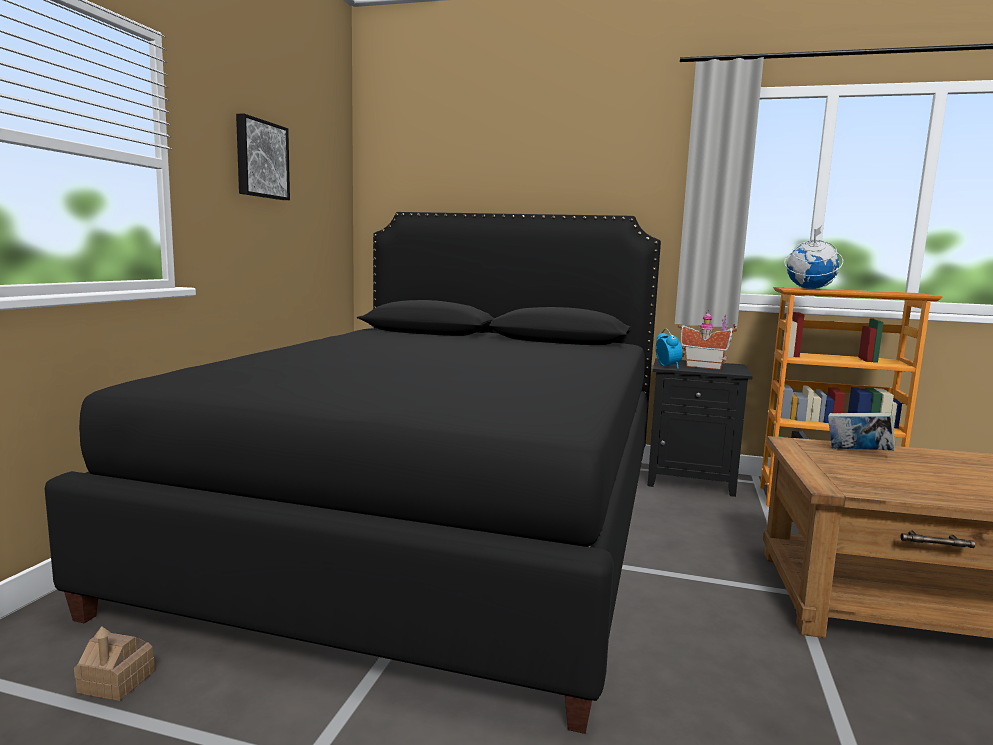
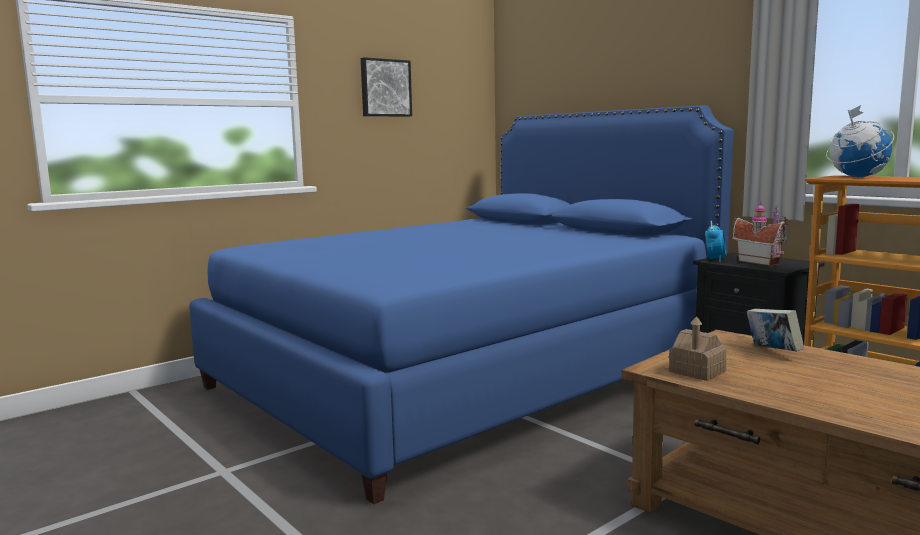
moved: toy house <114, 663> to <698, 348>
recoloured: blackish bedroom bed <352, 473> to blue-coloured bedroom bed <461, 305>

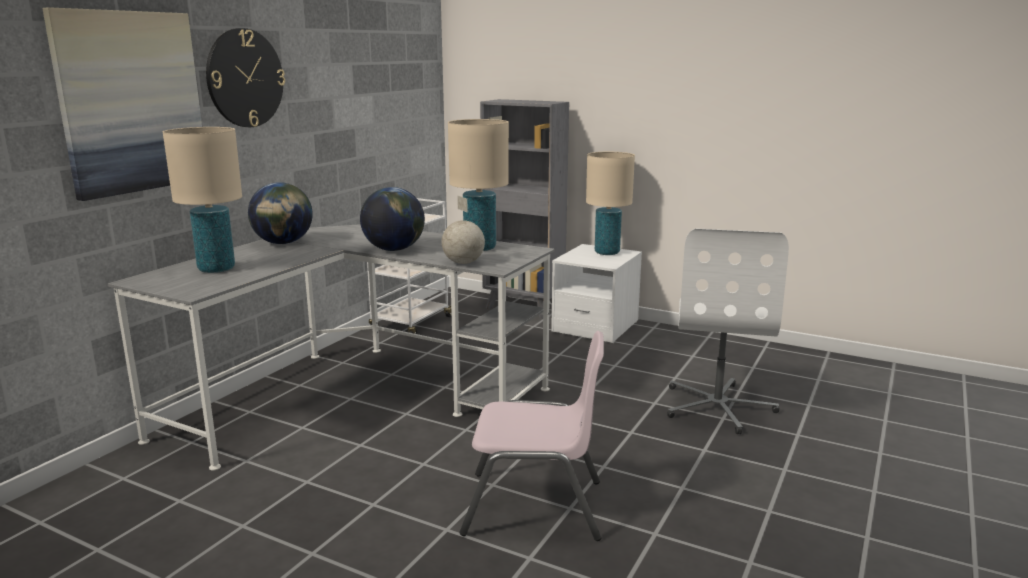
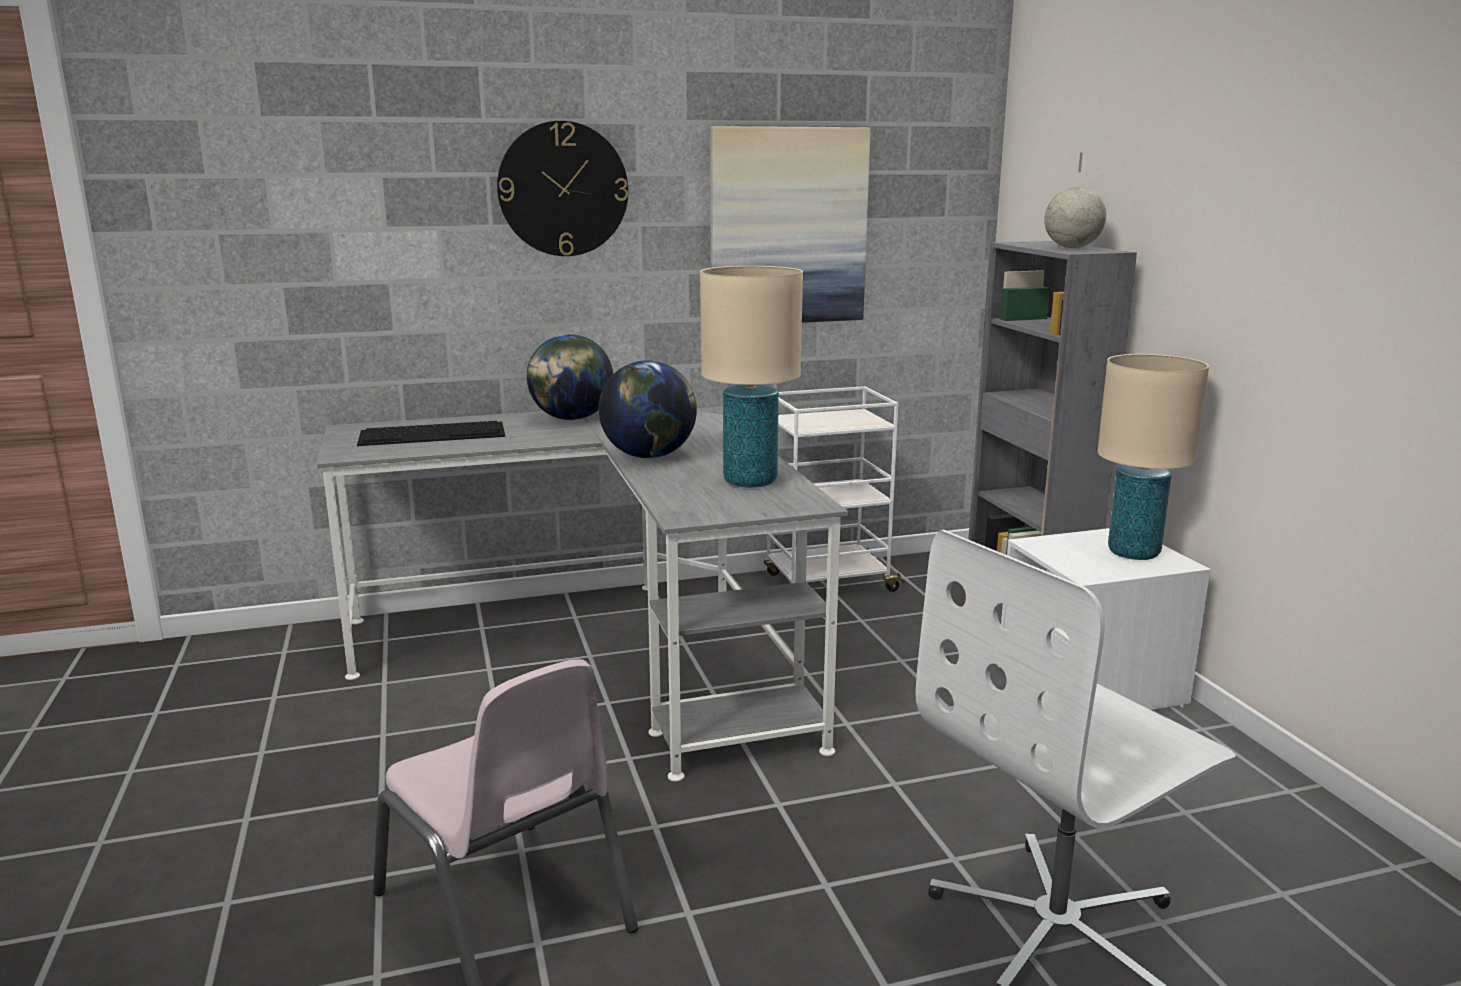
moved: wall picture <122, 104> to <790, 224>; desk globe <463, 229> to <1075, 200>
replaced: beige tabletop lamp <202, 200> to PC keyboard <431, 433>

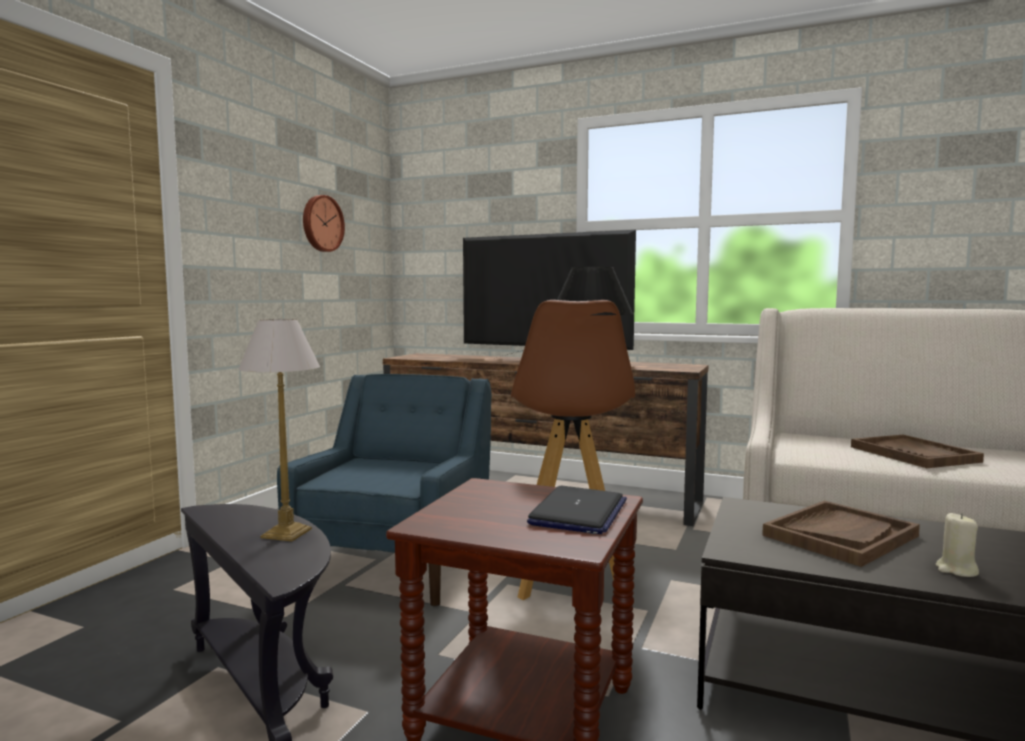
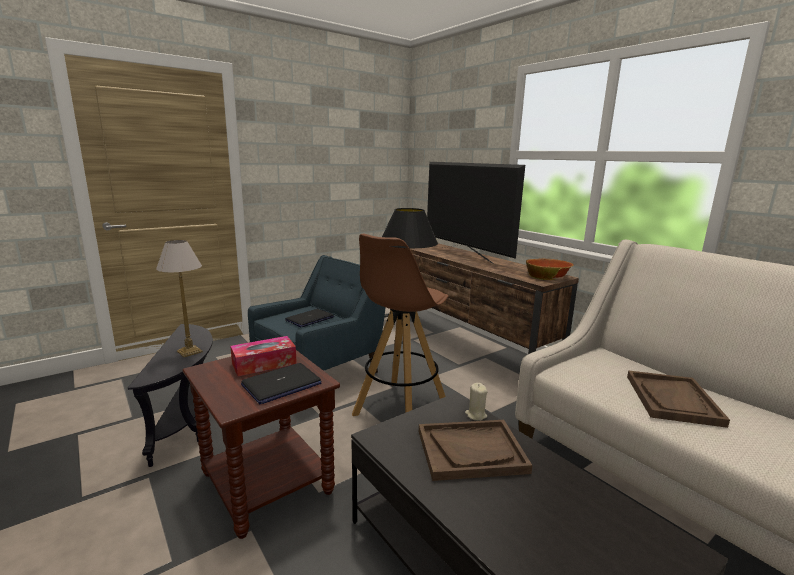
removed: hanging clock <324, 223>
added: box of tissues <263, 356>; portable computer <310, 318>; bowl <550, 269>
moved: beige wax candle <957, 545> to <476, 402>

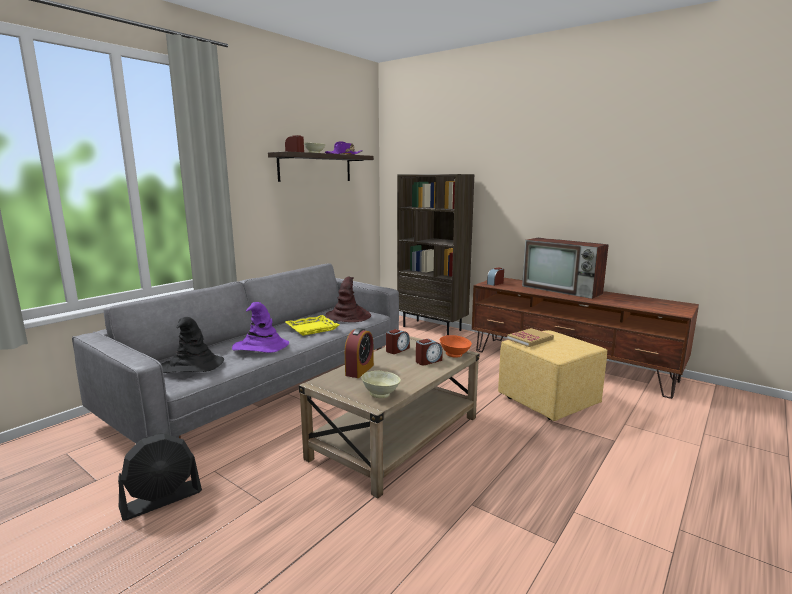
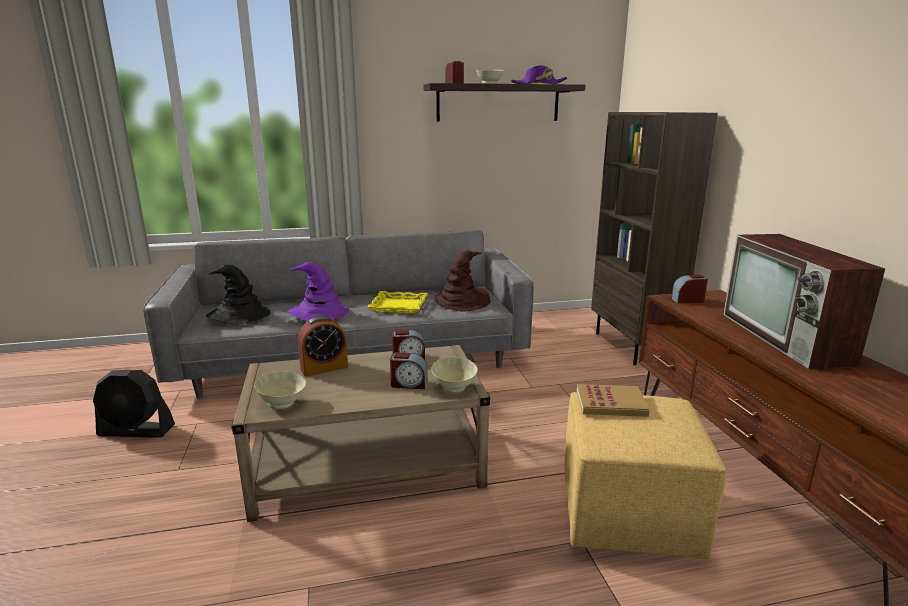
recoloured: orangey bowl <456, 346> to beige bowl <454, 375>

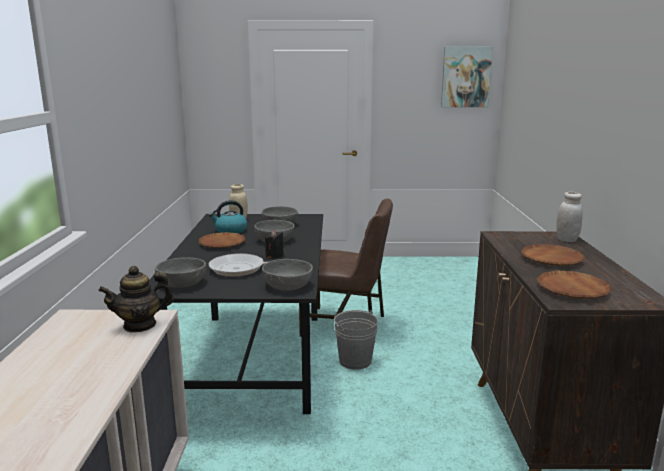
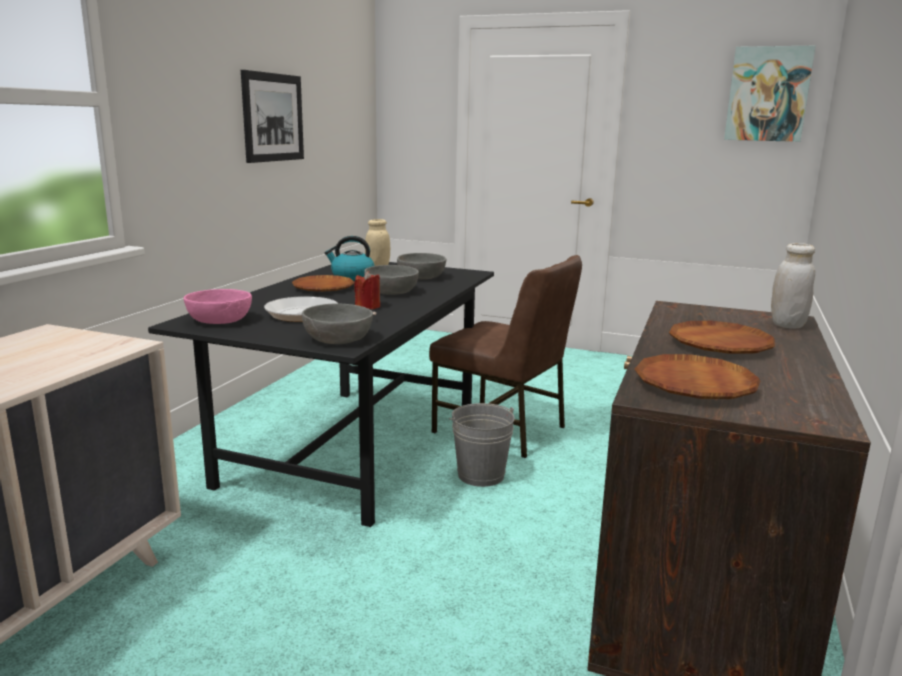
removed: tea pot <136, 299>
added: wall picture <272, 116>
recoloured: gray bowl <180, 272> to pinkish bowl <218, 306>; blackish wax candle <274, 244> to red-coloured wax candle <367, 290>

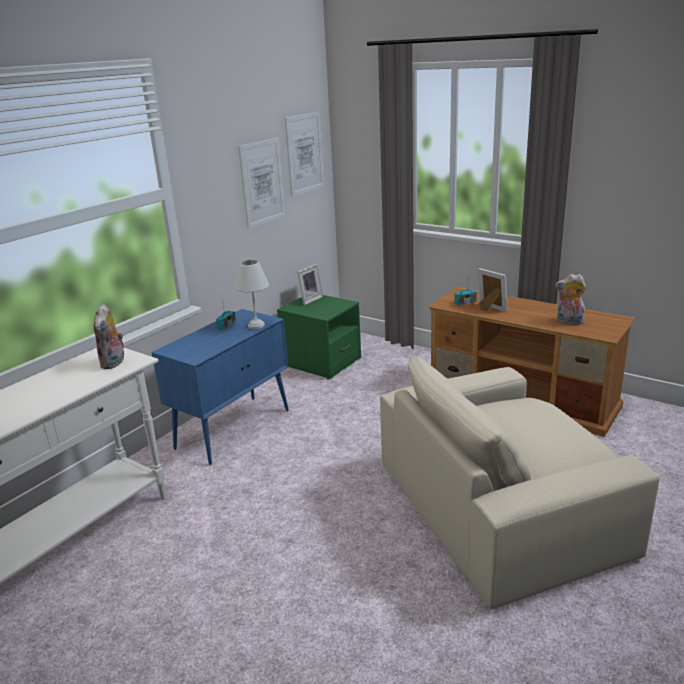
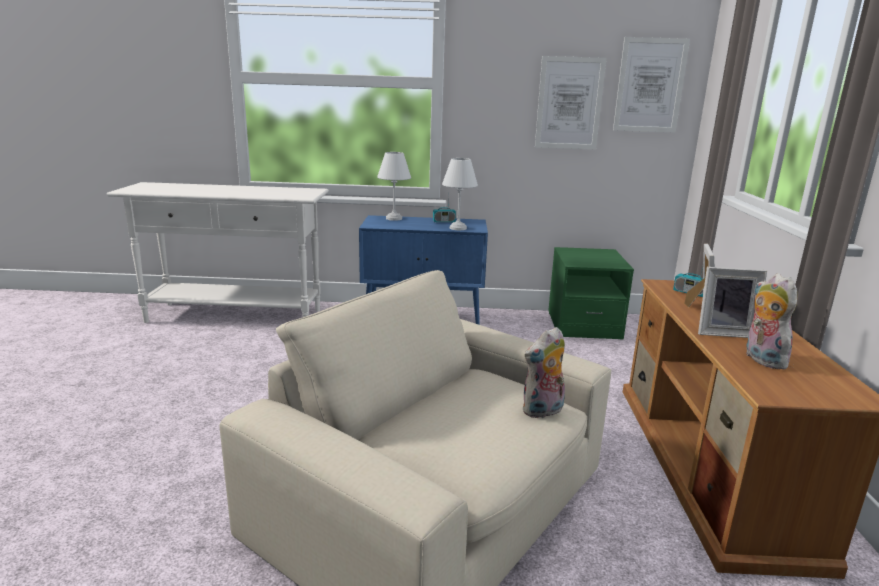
added: white tabletop lamp <394, 186>
moved: cuddly toy <109, 336> to <544, 372>; photo frame <310, 284> to <732, 302>

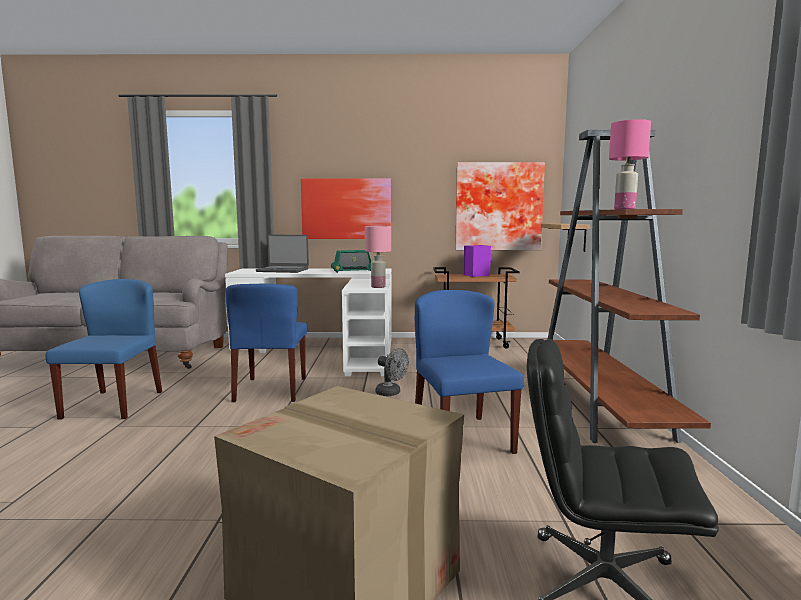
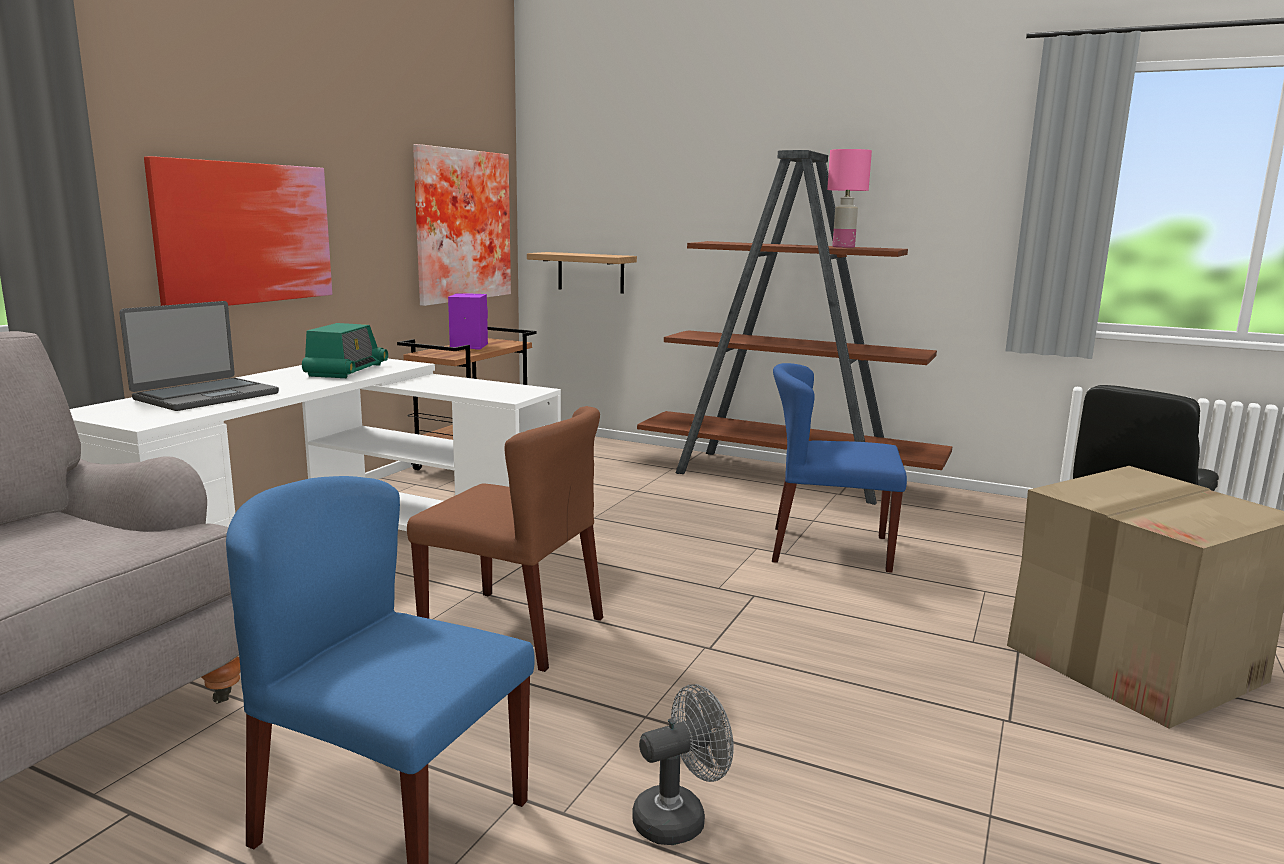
removed: pinkish tabletop lamp <378, 257>
moved: gray cooling fan <392, 372> to <683, 764>
recoloured: blue-coloured plain chair <266, 343> to brown plain chair <505, 539>

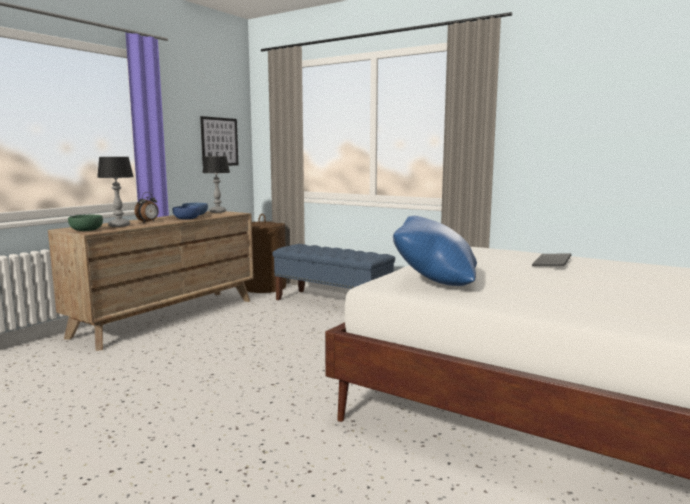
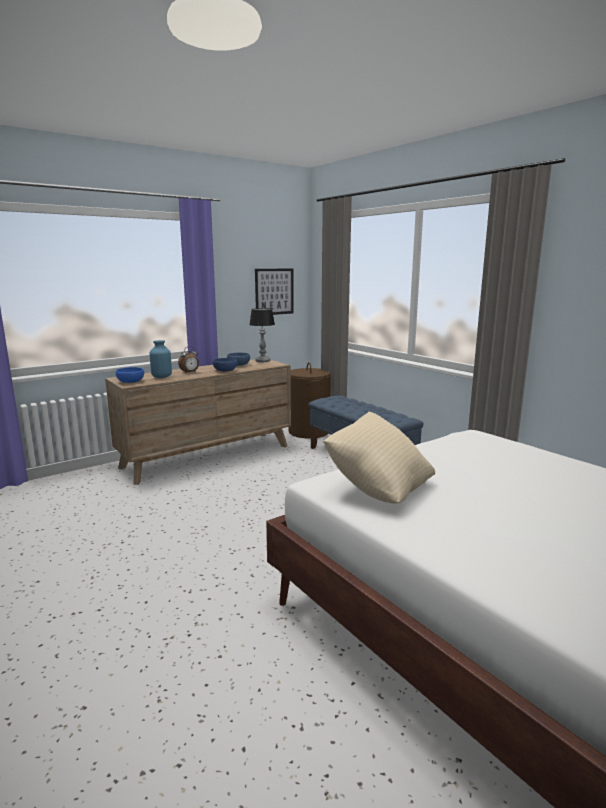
removed: PC keyboard <551, 259>
replaced: tabletop lamp <115, 192> to blue-coloured flower vase <161, 359>
recoloured: greenish bowl <85, 223> to blue-coloured bowl <130, 375>; blue-coloured cushion <435, 251> to beige cushion <379, 457>

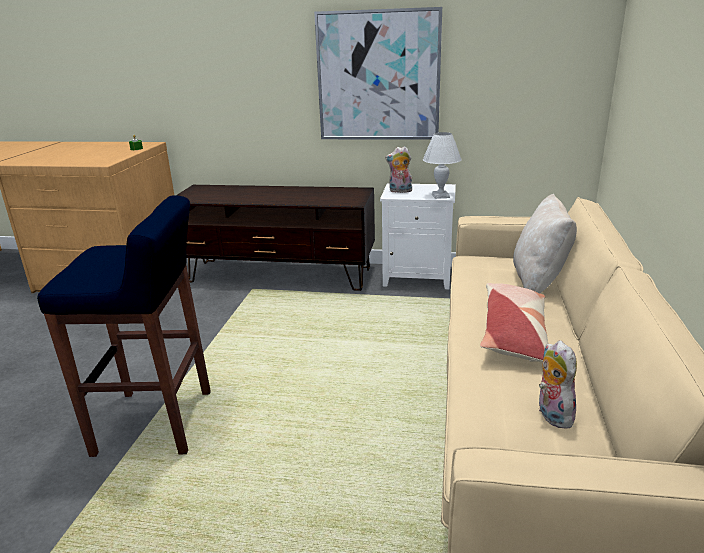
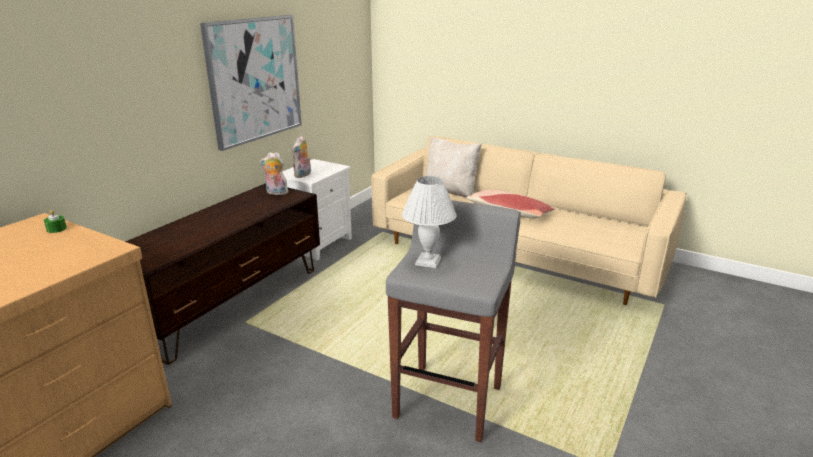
moved: white tabletop lamp <442, 165> to <429, 222>; cuddly toy <558, 384> to <274, 173>
recoloured: blue-coloured stool seat <124, 326> to gray stool seat <453, 321>

